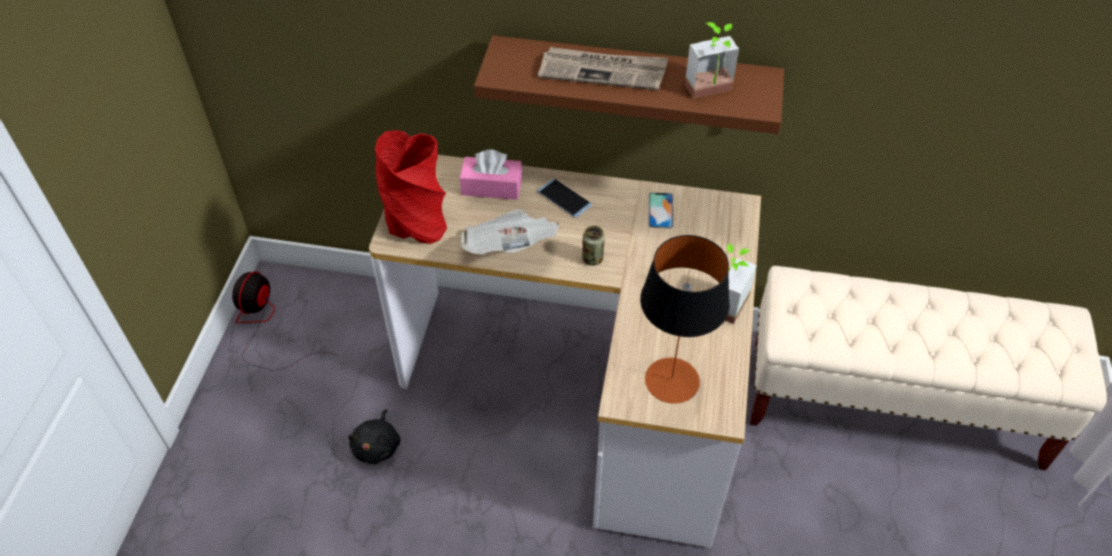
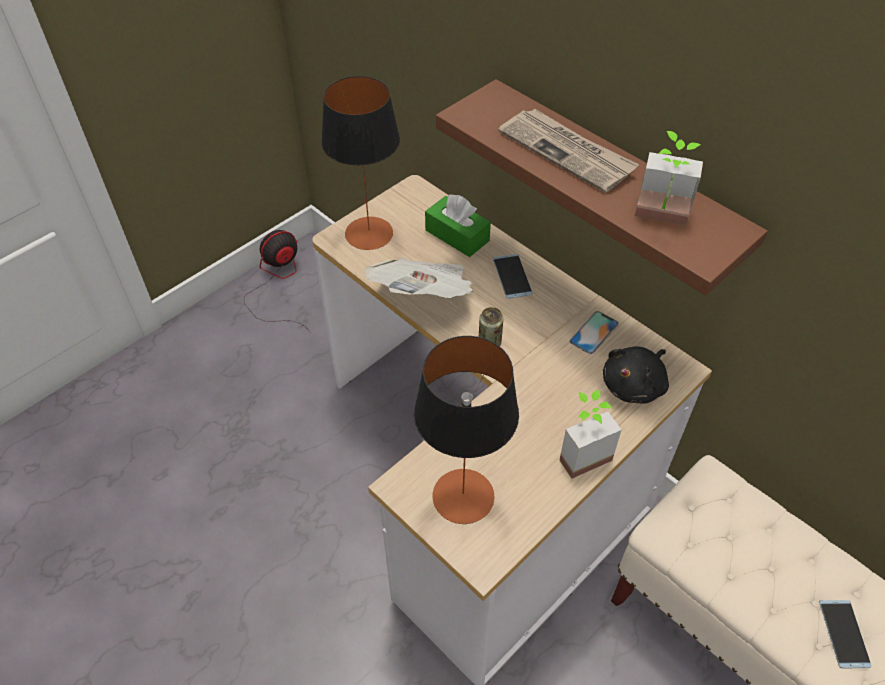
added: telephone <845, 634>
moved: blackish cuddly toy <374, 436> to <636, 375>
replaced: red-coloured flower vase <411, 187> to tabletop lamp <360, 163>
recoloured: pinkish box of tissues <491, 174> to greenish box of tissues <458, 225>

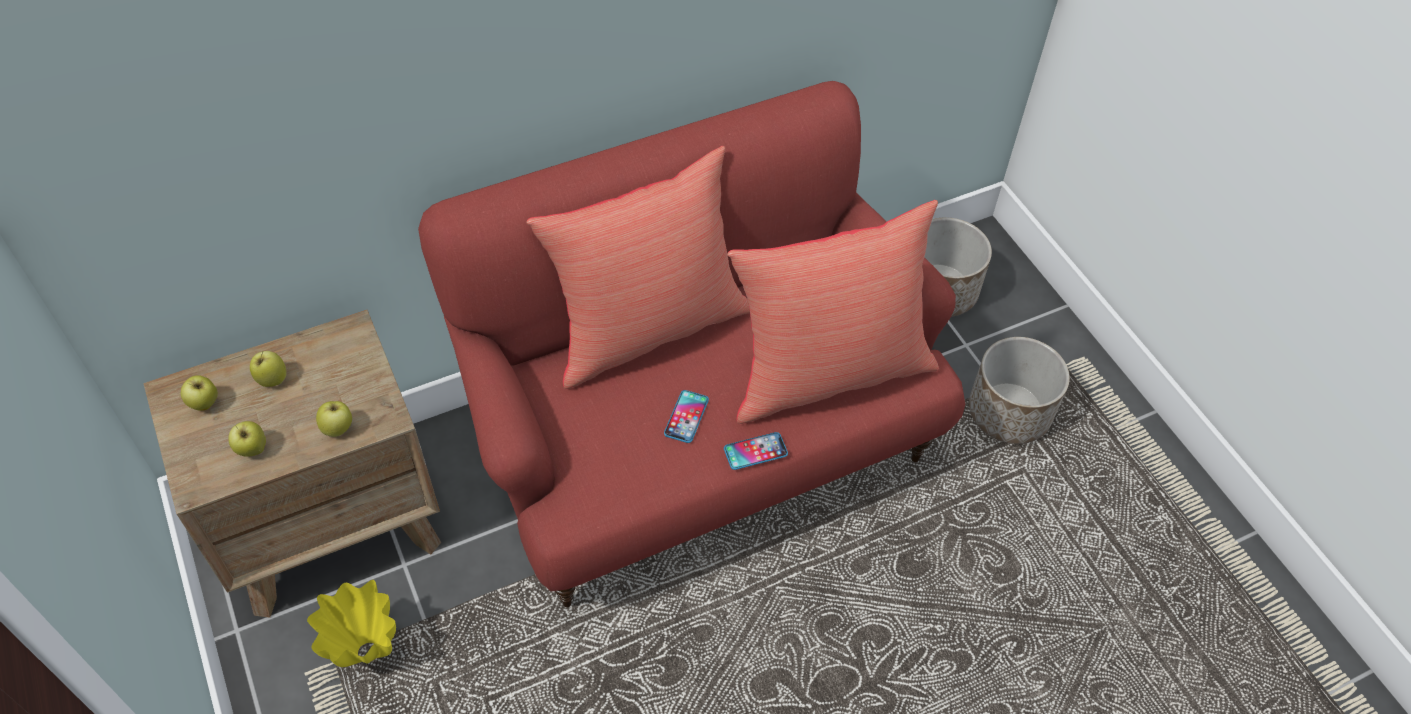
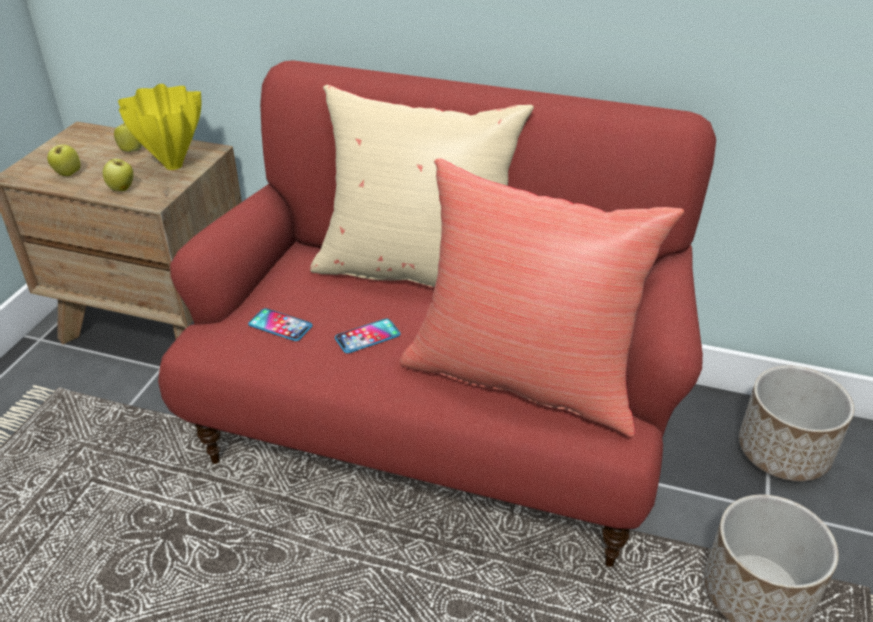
removed: apple fruit <199, 392>
moved: yellow flower vase <351, 623> to <159, 127>; telephone <756, 451> to <280, 324>
recoloured: red-coloured cushion <638, 267> to beige cushion <422, 186>

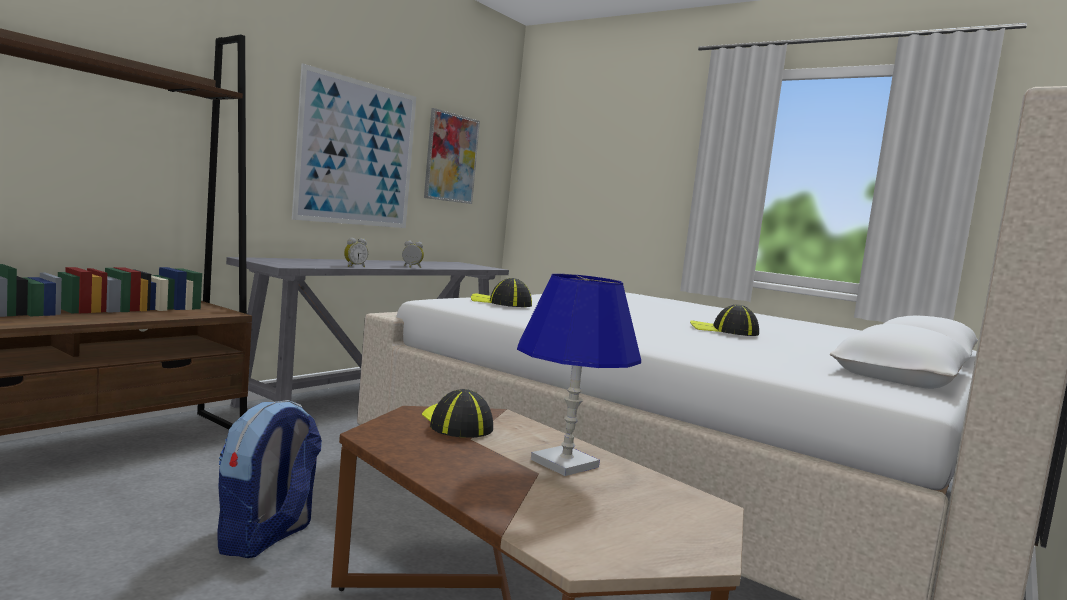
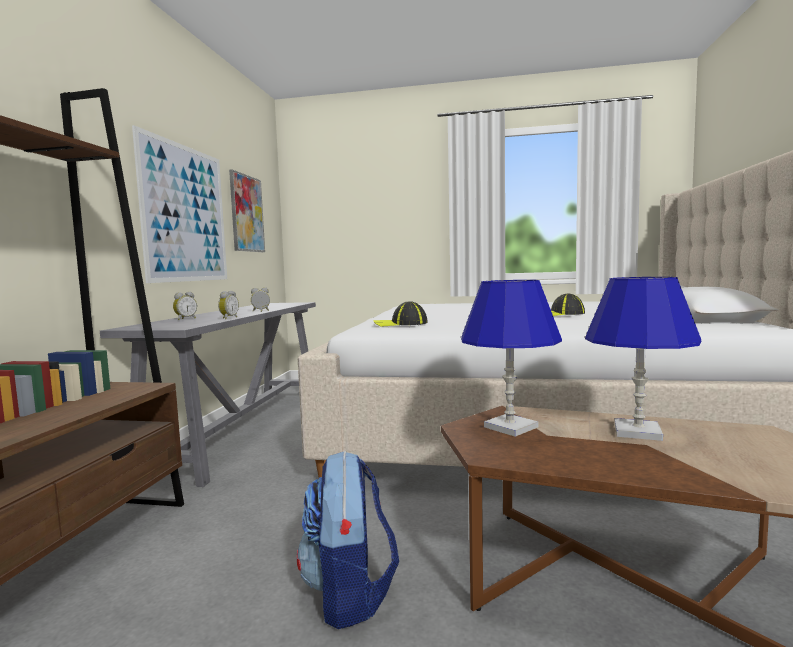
added: alarm clock <185, 306>
replaced: peaked cap <457, 413> to blue-coloured tabletop lamp <511, 358>

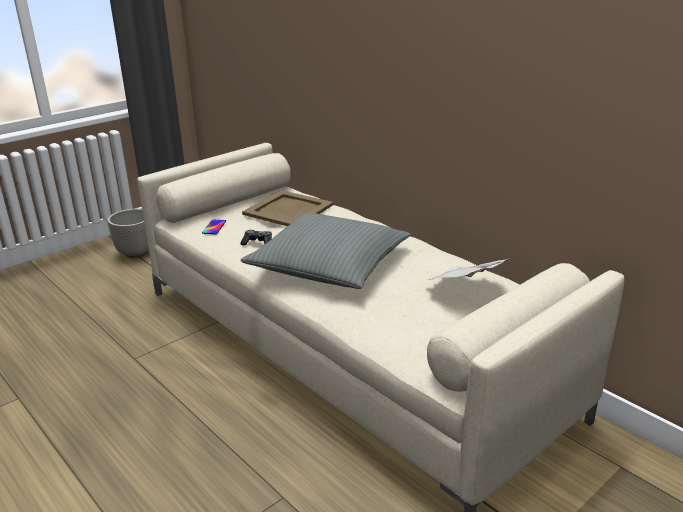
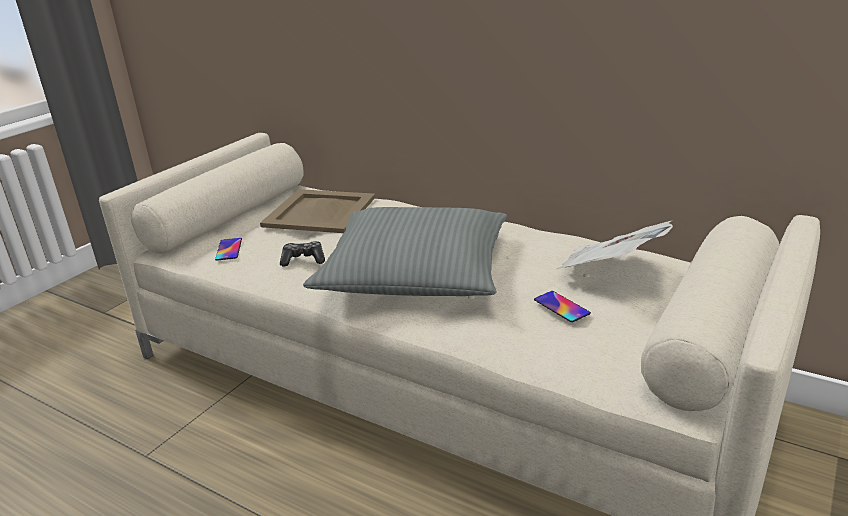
removed: flower pot <128, 233>
added: telephone <562, 306>

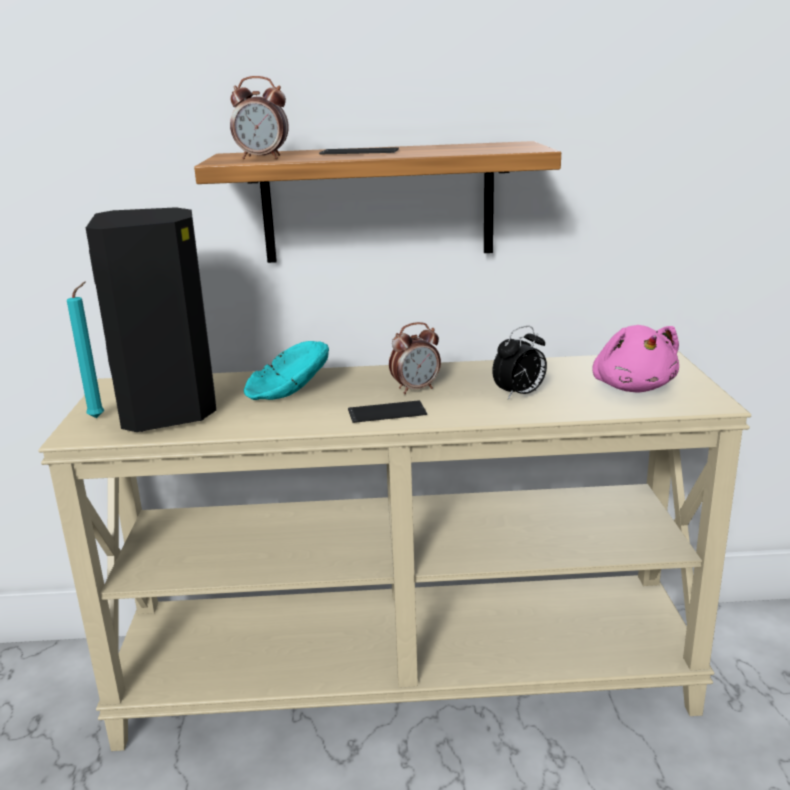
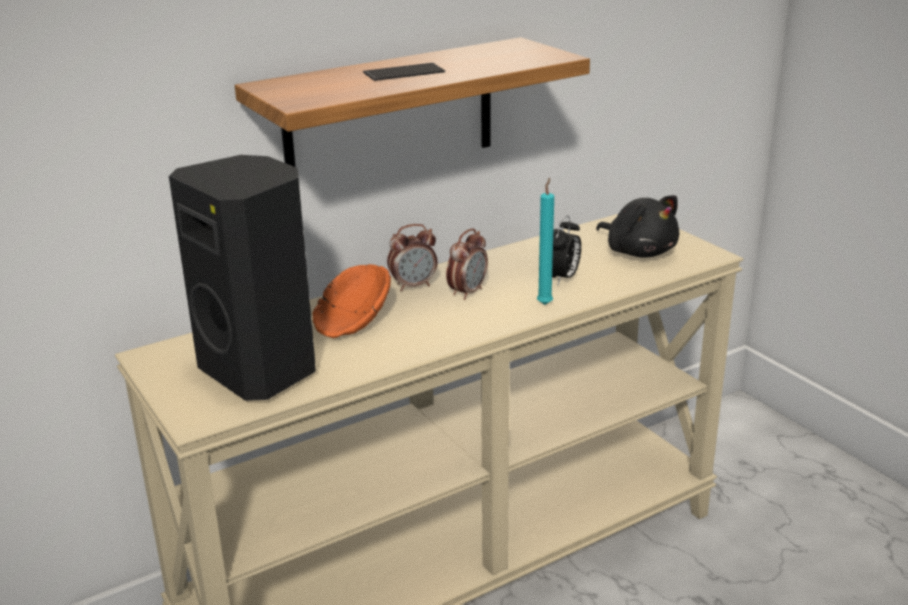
removed: telephone <387, 411>
moved: turquoise-coloured wax candle <85, 349> to <545, 241>; alarm clock <259, 117> to <412, 257>
recoloured: turquoise-coloured bowl <286, 370> to orangey bowl <351, 301>; pinkish cuddly toy <635, 358> to blackish cuddly toy <638, 226>

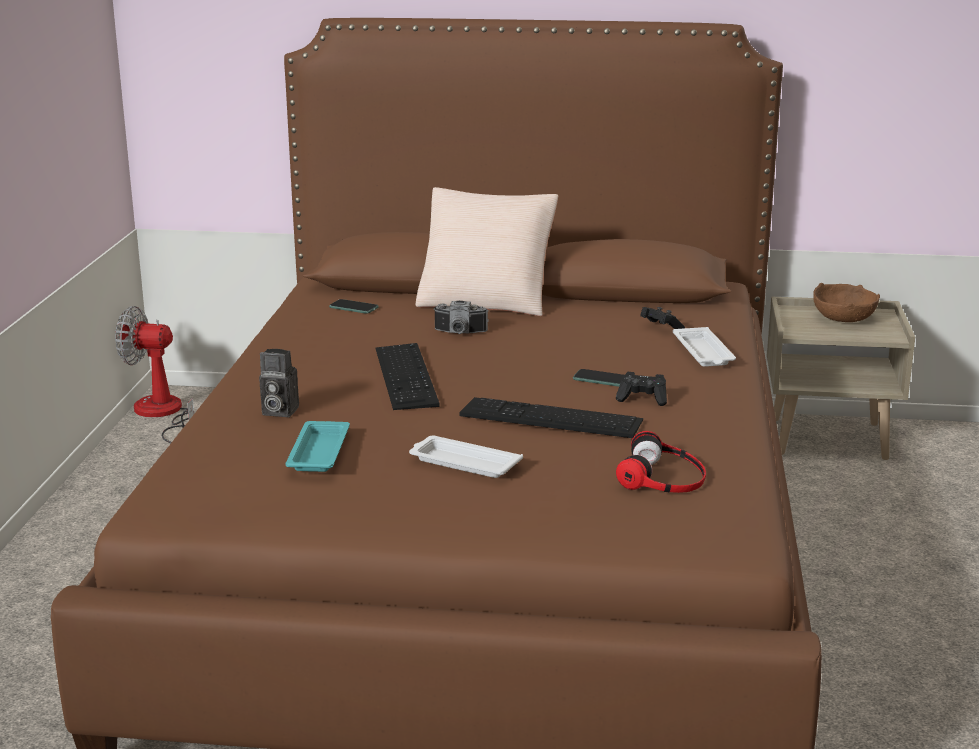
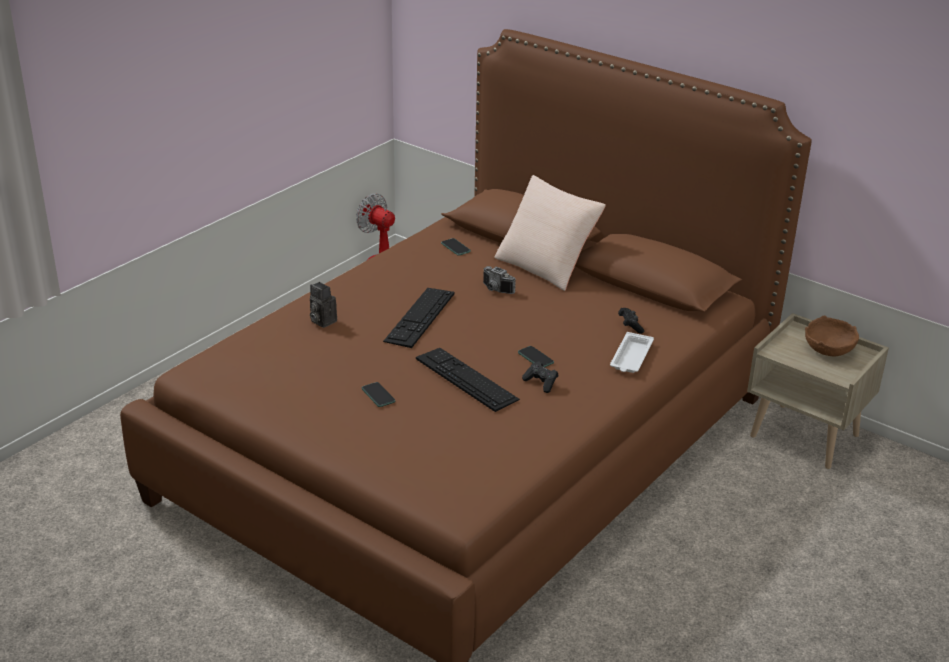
removed: turquoise-coloured serving tray <317, 446>; headset <661, 462>
replaced: white serving tray <466, 457> to telephone <378, 394>

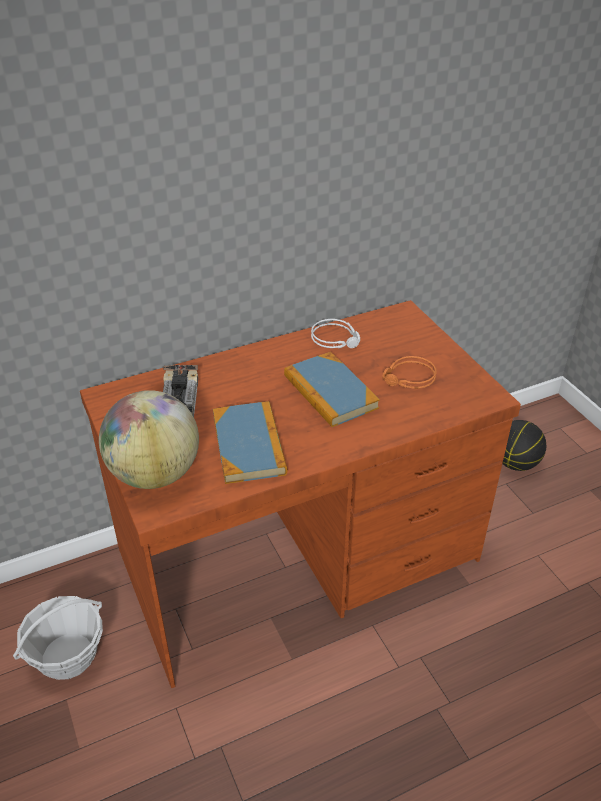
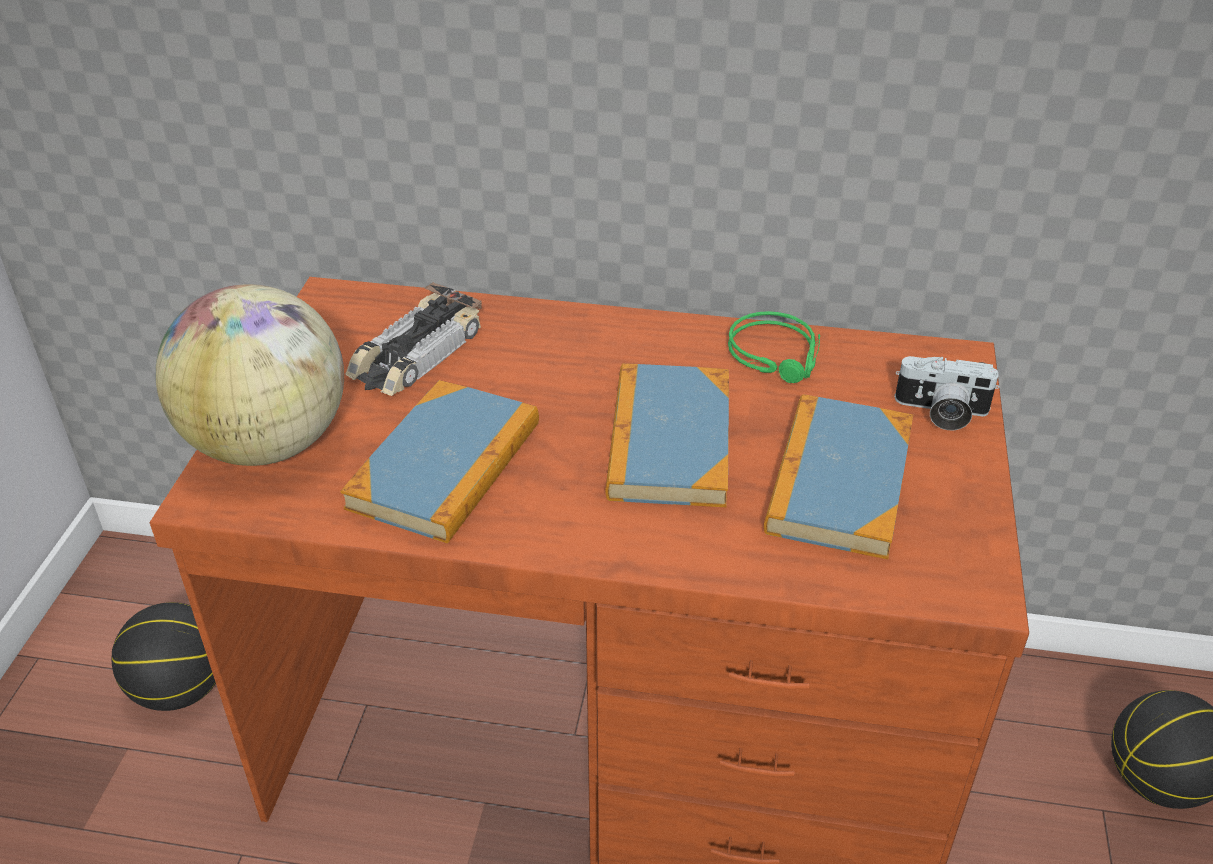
added: photo camera <947, 393>
replaced: basket <58, 638> to basketball <163, 656>; orangey headset <409, 372> to volume <838, 476>
recoloured: gray headset <335, 333> to greenish headset <774, 347>

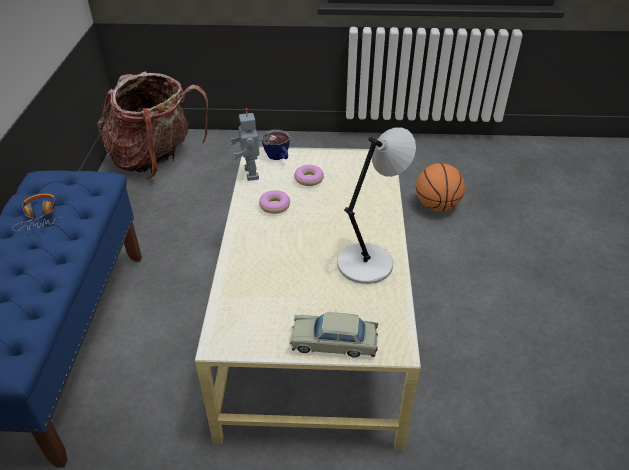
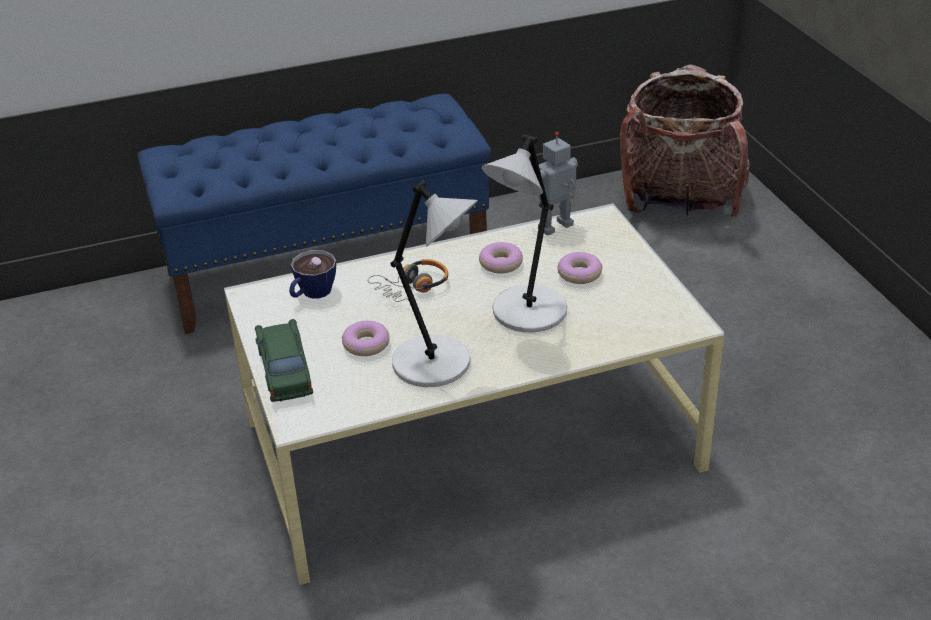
removed: basketball <440, 187>
added: ring doughnut <366, 338>; gray tabletop lamp <524, 233>
moved: headset <37, 212> to <408, 280>; drinking cup <276, 145> to <312, 274>
recoloured: beige model car <334, 335> to greenish model car <284, 360>

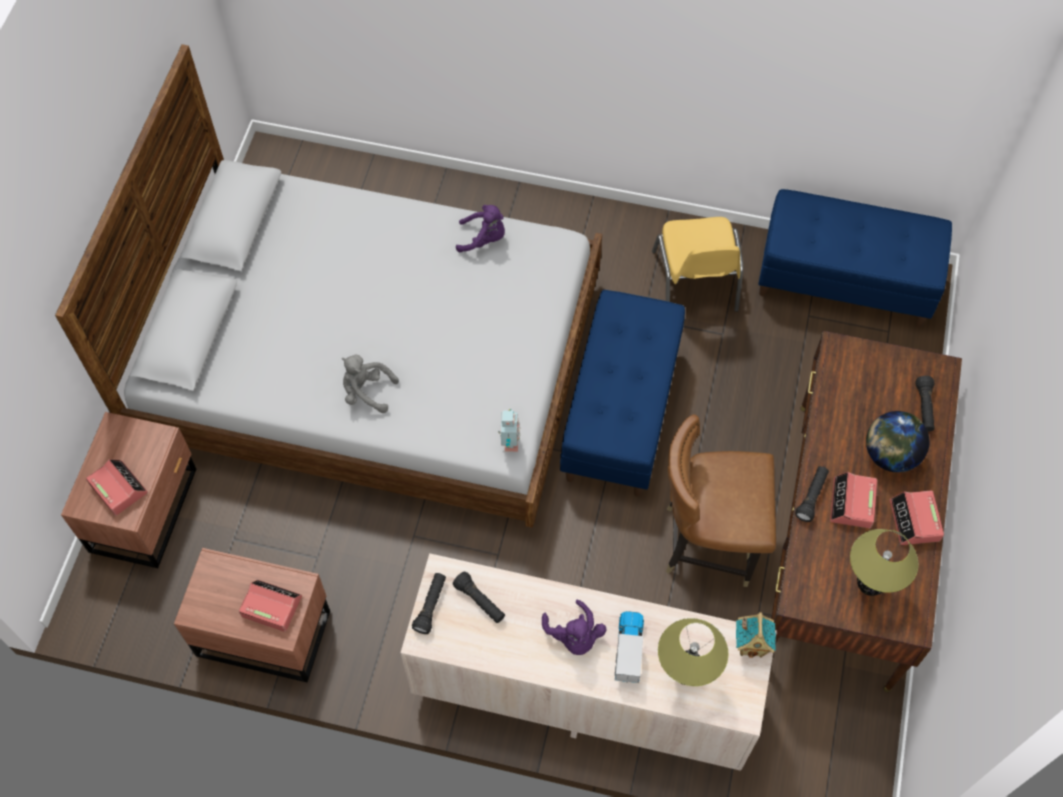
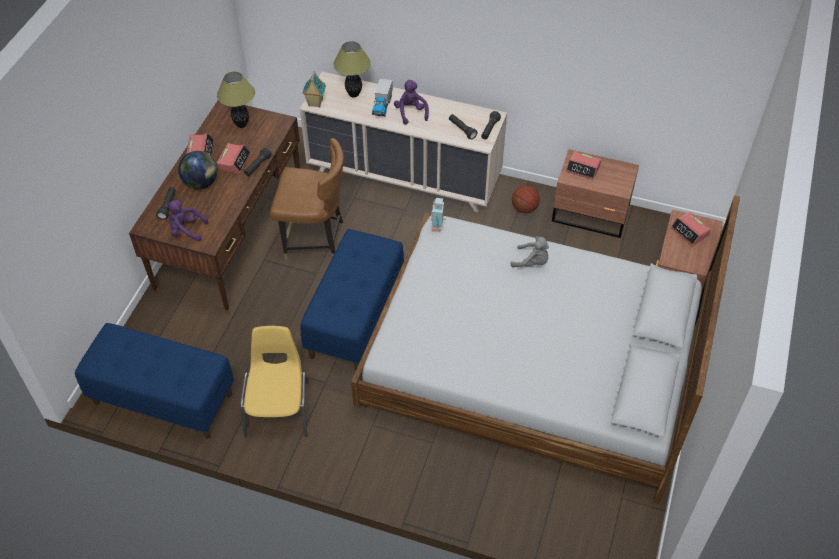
added: basketball <526, 199>
moved: purple cuddly toy <480, 228> to <187, 220>

